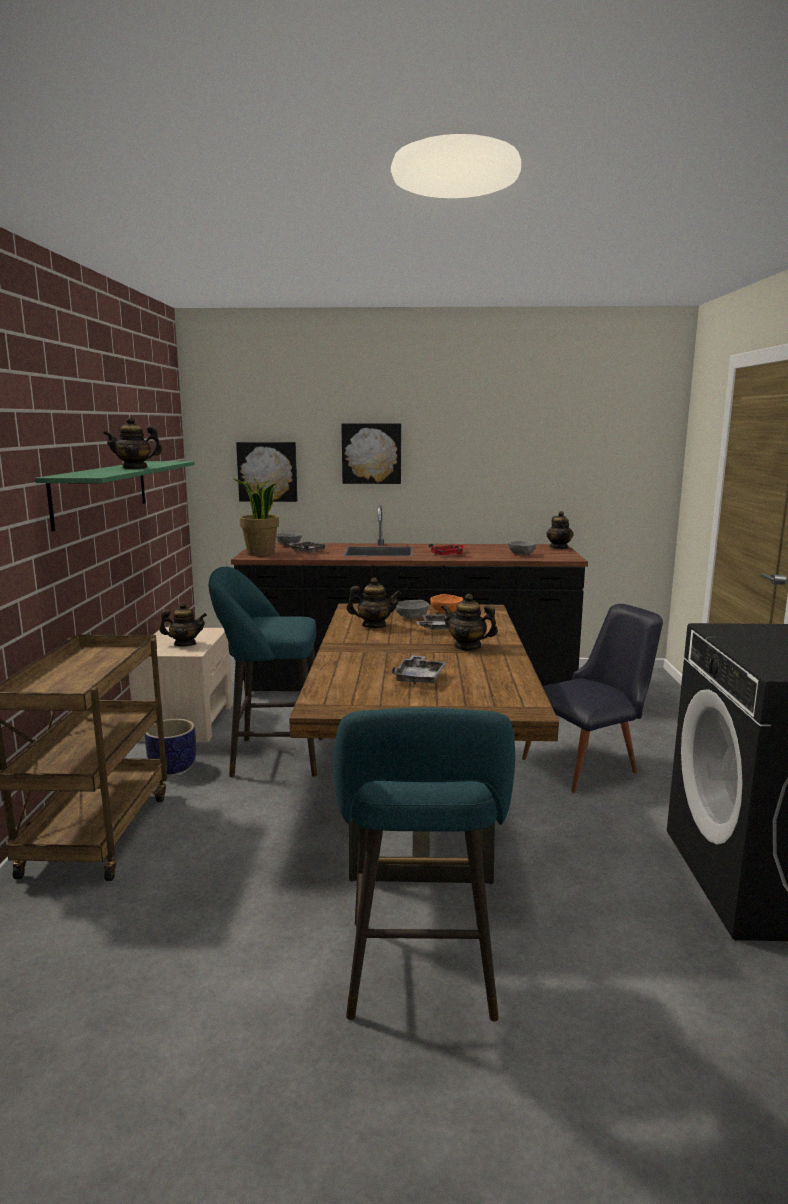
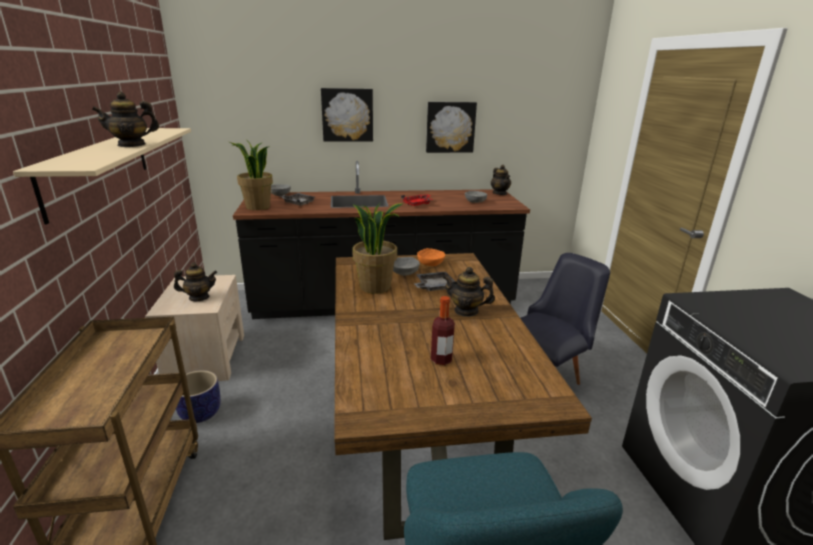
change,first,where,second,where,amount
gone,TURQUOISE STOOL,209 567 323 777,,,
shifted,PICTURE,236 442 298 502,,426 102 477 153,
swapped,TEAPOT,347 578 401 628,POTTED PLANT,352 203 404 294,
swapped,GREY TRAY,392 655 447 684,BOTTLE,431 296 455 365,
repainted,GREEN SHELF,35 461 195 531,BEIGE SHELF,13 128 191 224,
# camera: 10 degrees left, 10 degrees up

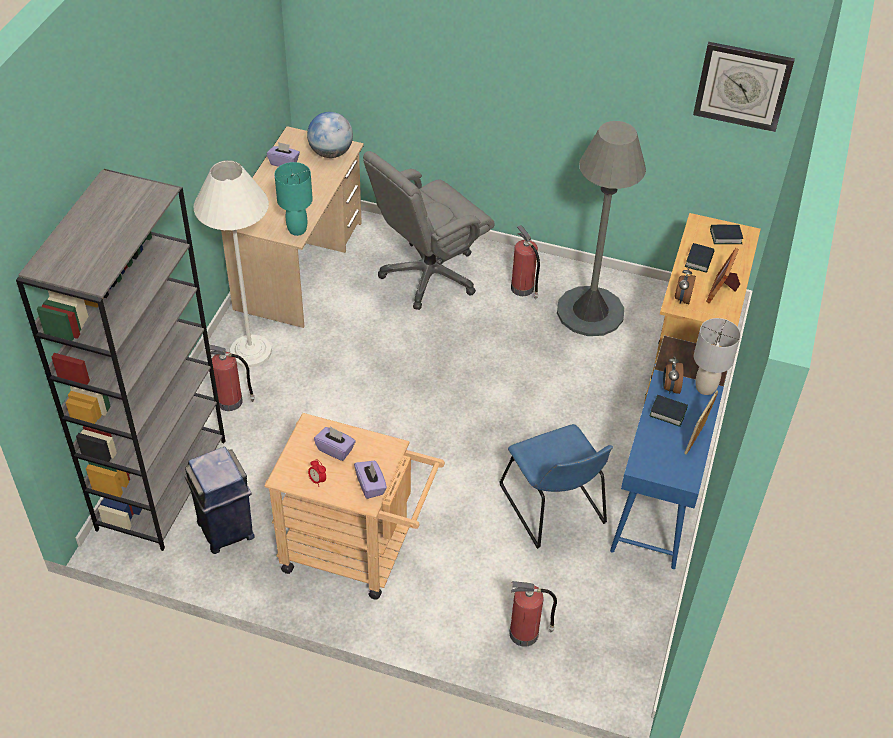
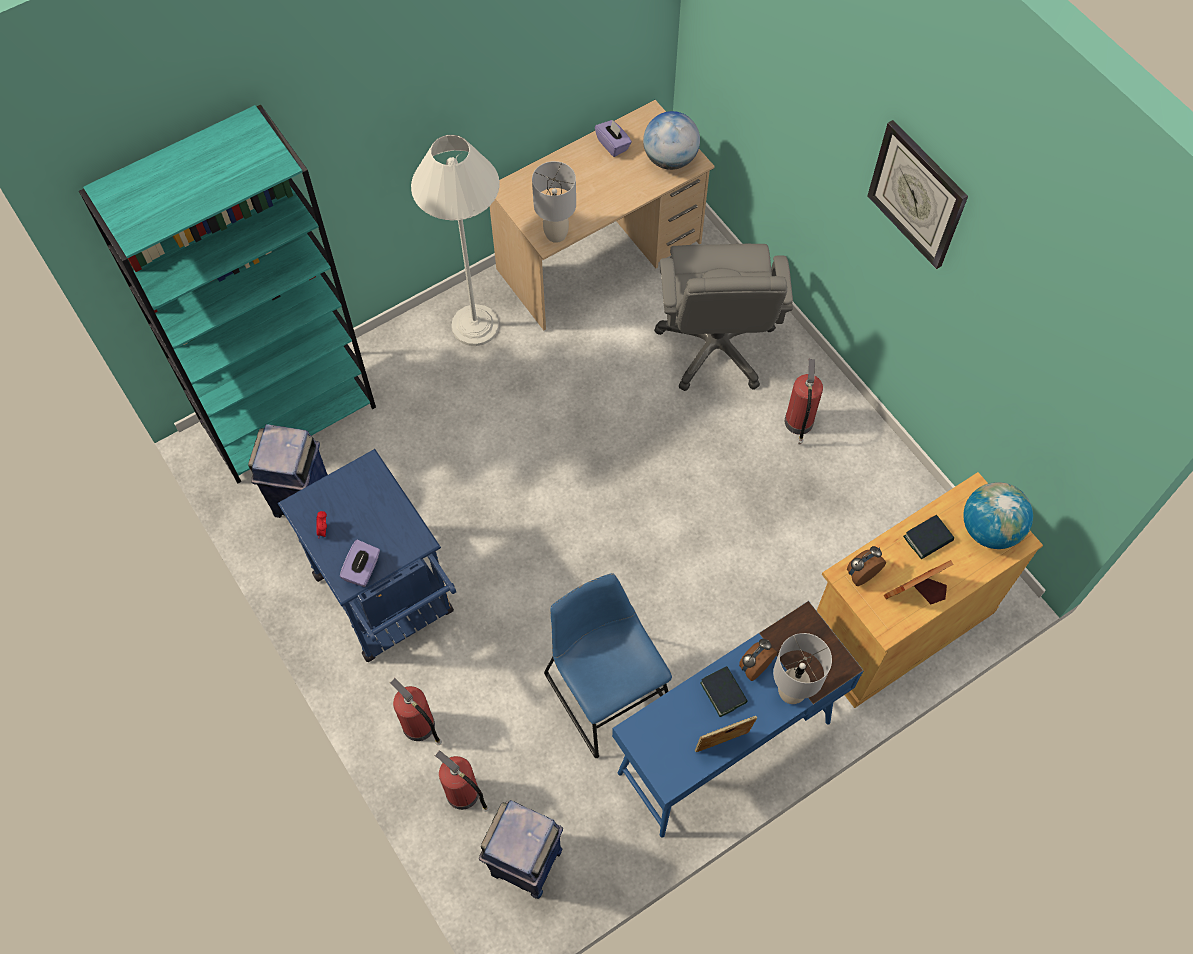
change,first,where,second,where,amount
gone,PURPLE TISSUE BOX,314 426 356 461,,,
gone,GREY FLOOR LAMP,557 121 646 336,,,
new,,,BLUE TRASH CAN,479 800 563 899,
shifted,FIRE EXTINGUISHER,209 345 255 411,,390 678 442 746,
shifted,WALL CLOCK,693 42 795 132,,867 120 968 269,
swapped,BOOK,710 225 743 244,GLOBE,963 482 1033 549,
repainted,GREY BOOKCASE,16 169 225 551,TURQUOISE BOOKCASE,79 105 376 483,
repainted,BEIGE CART,265 413 445 600,BLUE CART,278 449 456 662,
repainted,TURQUOISE TABLE LAMP,275 162 313 236,GREY TABLE LAMP,532 161 576 243,
rotated,GREY OFFICE CHAIR,363 151 495 310,,654 244 793 391,90 degrees counterclockwise
rotated,BLUE CHAIR,499 424 613 549,,544 573 672 758,135 degrees clockwise
# camera: 40 degrees right, 15 degrees up

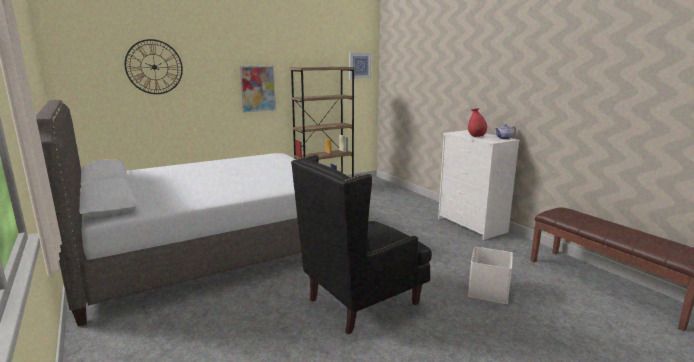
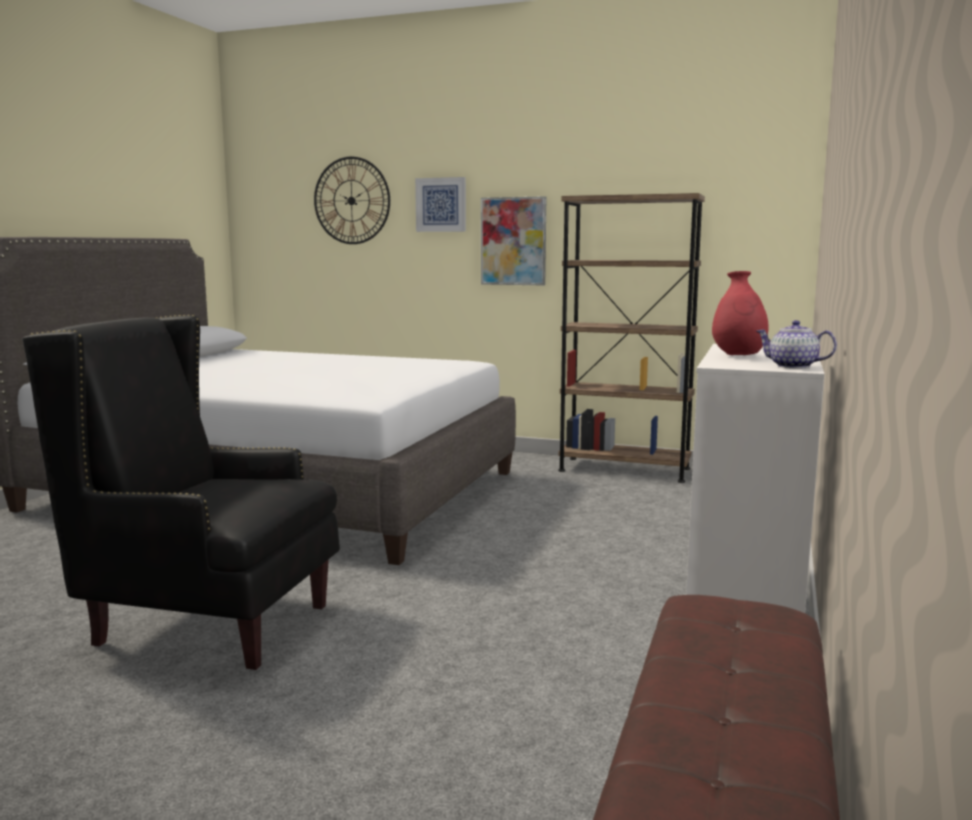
change,first,where,second,where,amount
gone,WHITE STORAGE BOX,468 247 513 304,,,
shifted,PICTURE,349 53 371 79,,415 177 466 232,
# camera: 50 degrees right, 5 degrees down

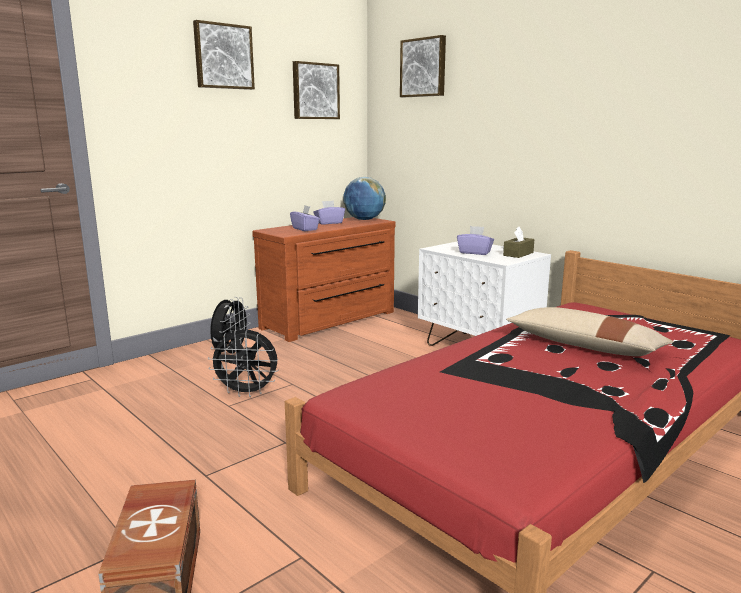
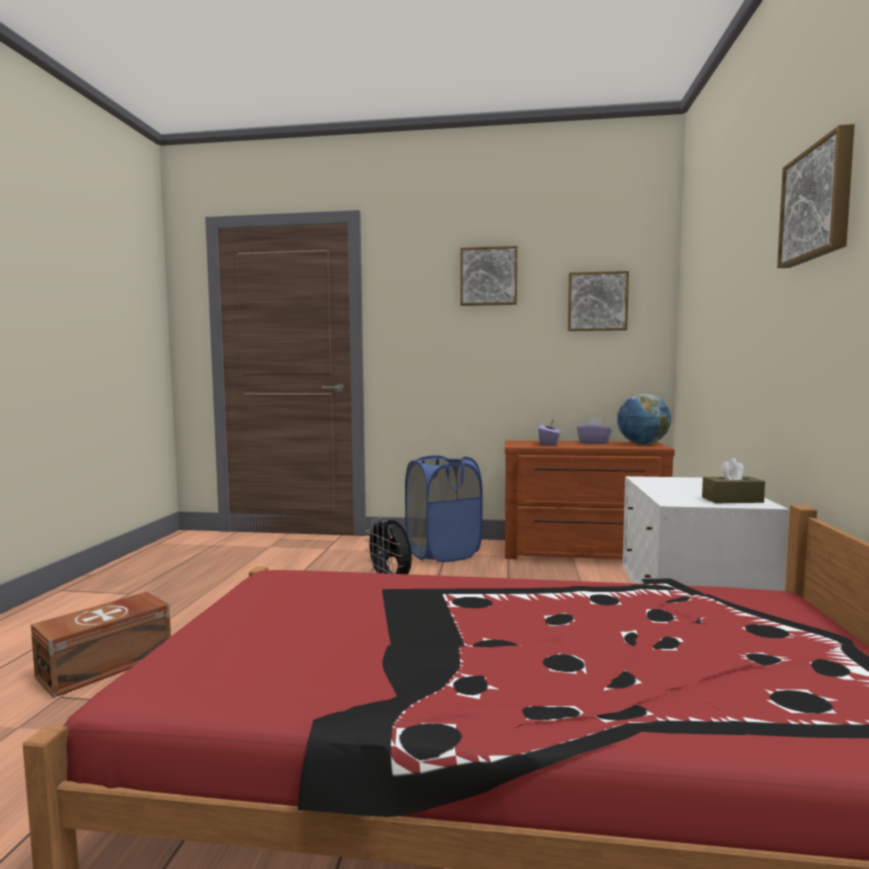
change,first,where,second,where,amount
gone,PURPLE TISSUE BOX,457 226 494 255,,,
gone,BEIGE PILLOW,506 307 673 356,,,
shifted,PICTURE,400 35 446 97,,777 124 855 268,
swapped,BLACK FAN,210 297 251 355,BLUE LAUNDRY BASKET,405 455 483 562,
# camera: 50 degrees right, 10 degrees down

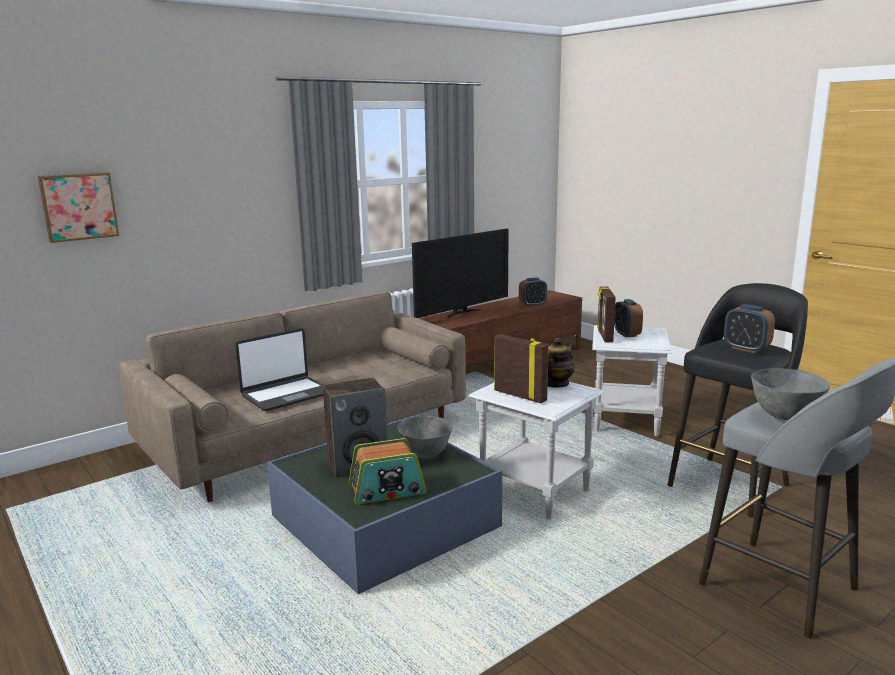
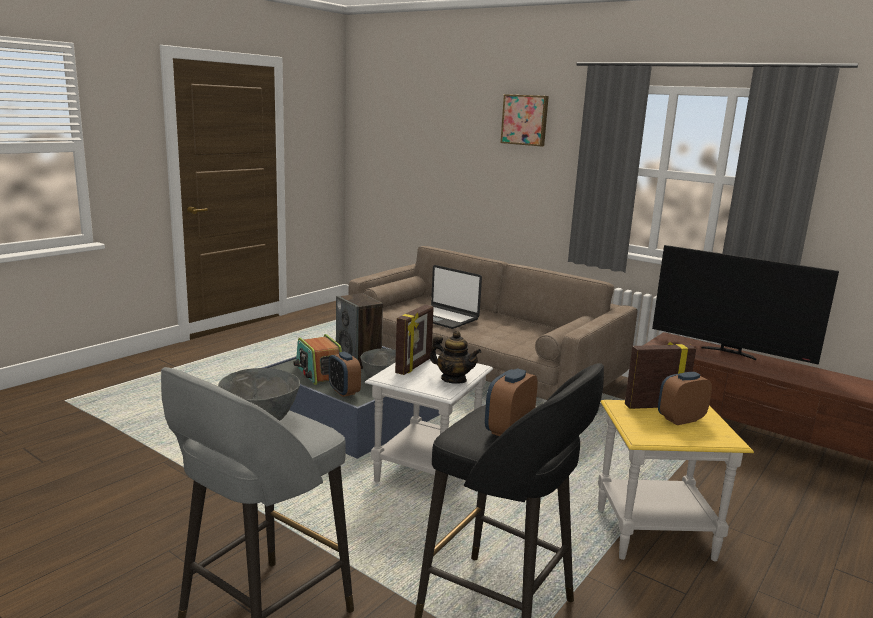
change,first,where,second,where,amount
shifted,PICTURE,38 172 119 243,,500 94 549 146,
shifted,ALARM CLOCK,519 277 547 307,,329 352 361 397,
repainted,WHITE SIDE TABLE,592 325 672 436,YELLOW SIDE TABLE,598 400 754 561,
# camera: 75 degrees right, 0 degrees up

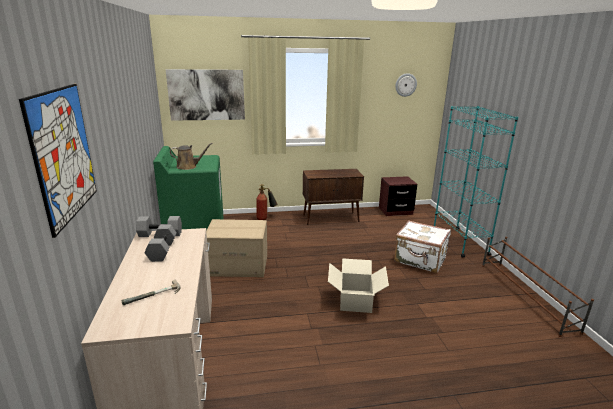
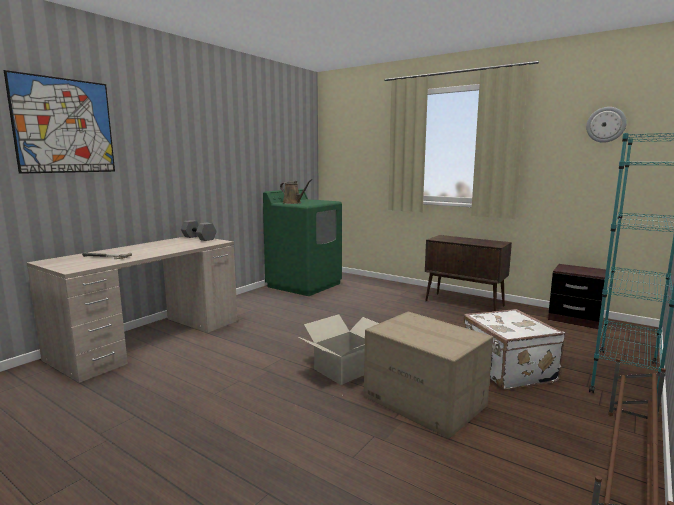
change,first,where,second,where,amount
gone,GREY DUMBBELL,144 224 177 262,,,
gone,PICTURE,166 69 245 121,,,
gone,FIRE EXTINGUISHER,256 184 277 220,,,
shifted,CARDBOARD BOX,206 219 267 277,,364 311 493 439,
# camera: 45 degrees right, 10 degrees down

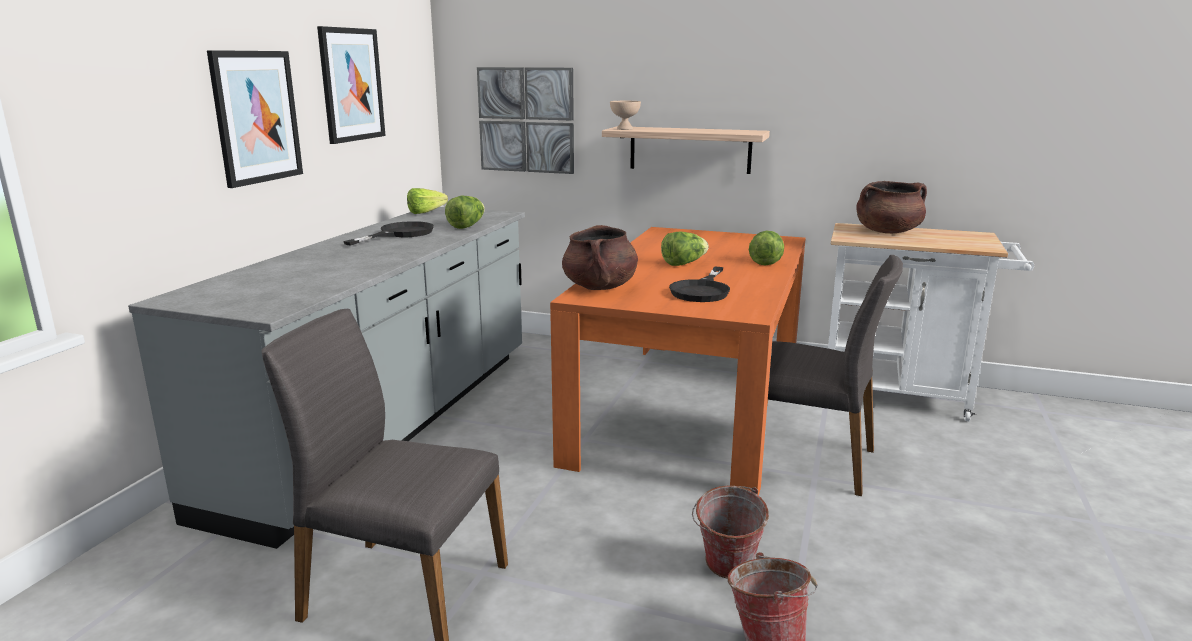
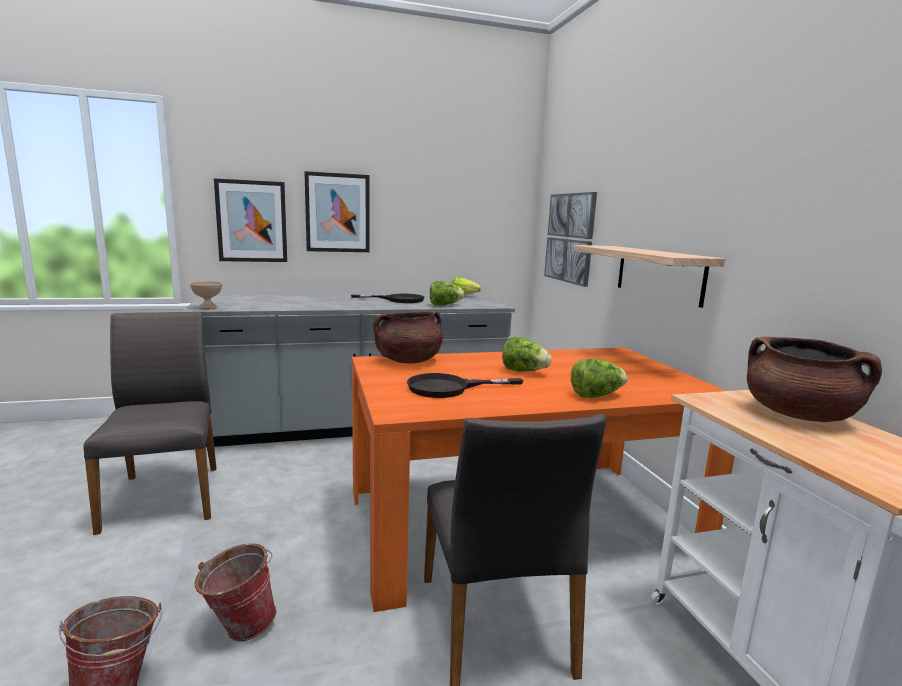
change,first,where,second,where,amount
shifted,PICTURE,317 26 386 144,,214 178 287 262,
shifted,BEIGE BOWL,610 101 641 130,,190 281 222 309,
# camera: 55 degrees right, 5 degrees down

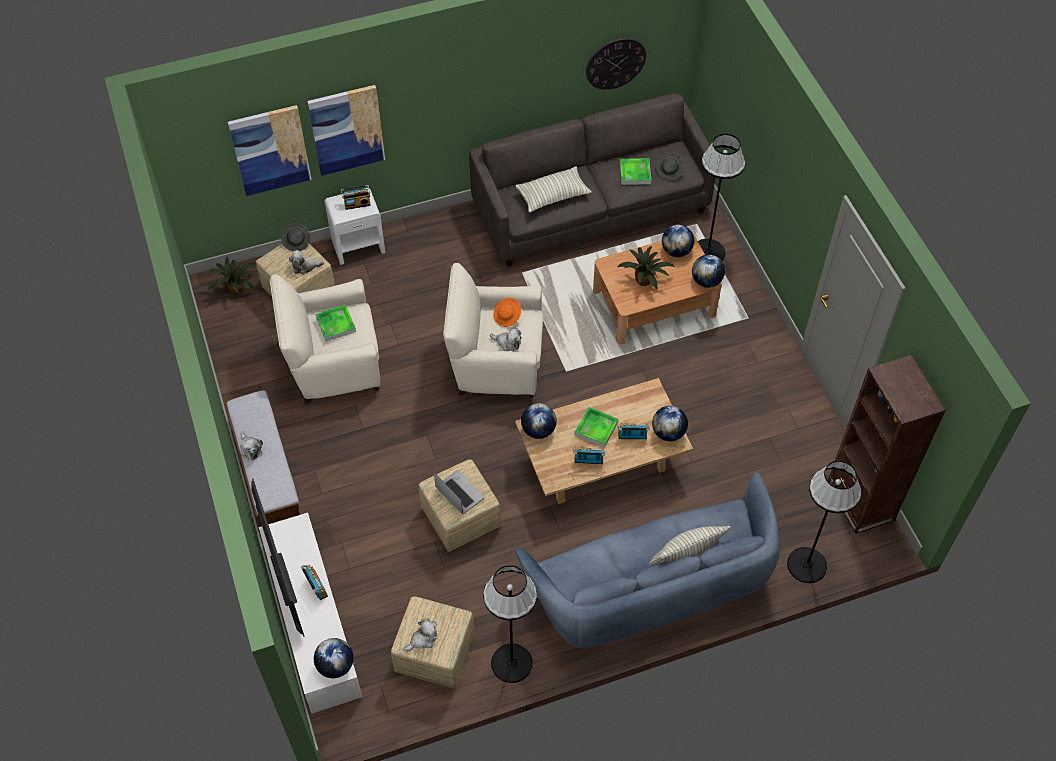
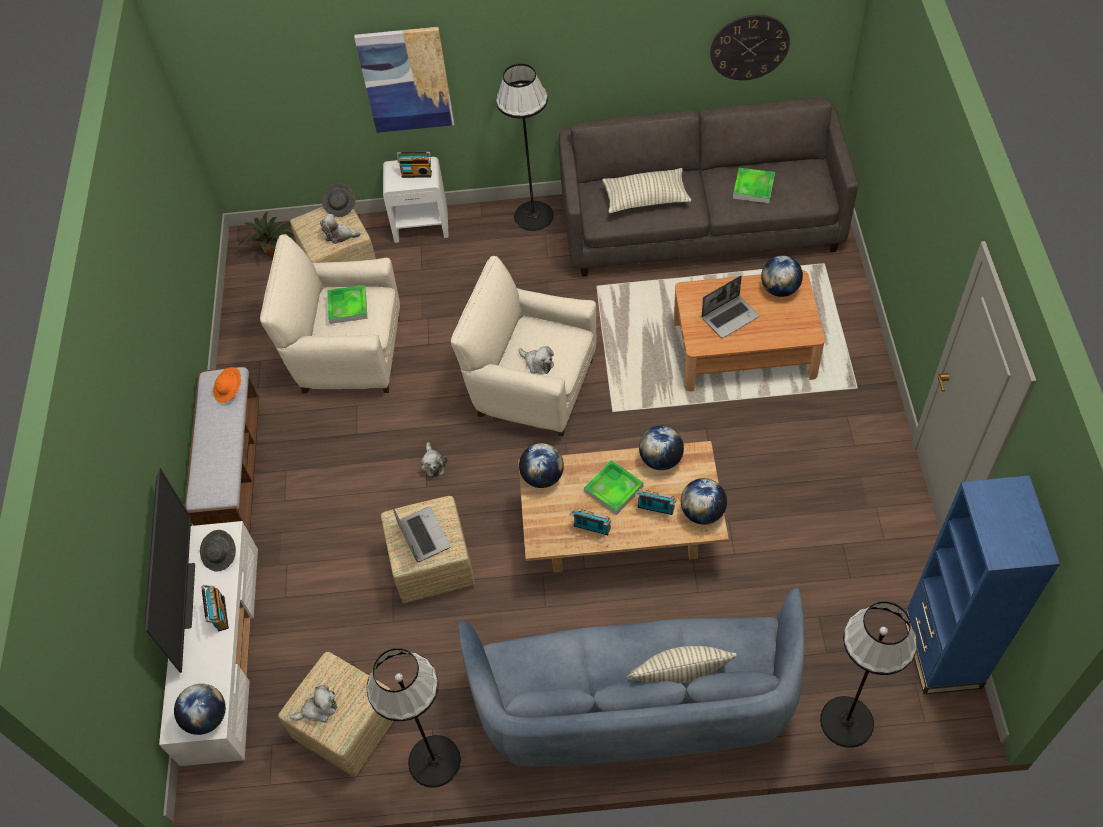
change,first,where,second,where,amount
gone,PICTURE,228 105 311 196,,,
shifted,PLUSH TOY,240 431 263 460,,421 442 447 478,
shifted,ORANGE HAT,494 298 521 327,,213 367 241 403,
shifted,GREY HAT,656 152 684 181,,200 530 236 571,
shifted,GLOBE,692 255 725 288,,639 426 684 470,
shifted,BLACK FLOOR LAMP,698 134 746 261,,496 64 554 231,
swapped,POTTED PLANT,618 246 675 289,LAPTOP,702 276 759 338,
repainted,BROWN BOOKCASE,828 355 946 534,BLUE BOOKCASE,905 475 1060 694,
# camera: 20 degrees right, 0 degrees up

